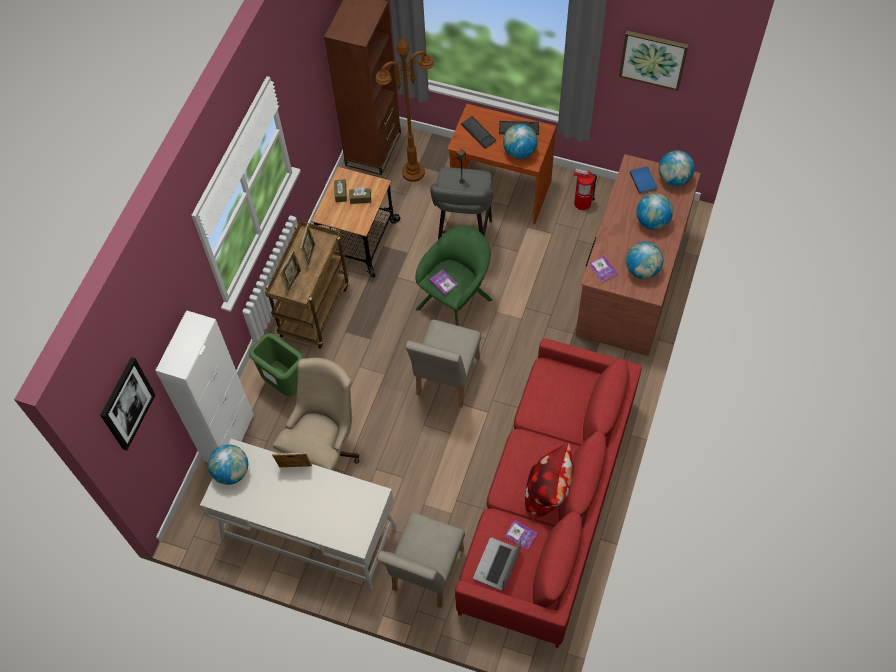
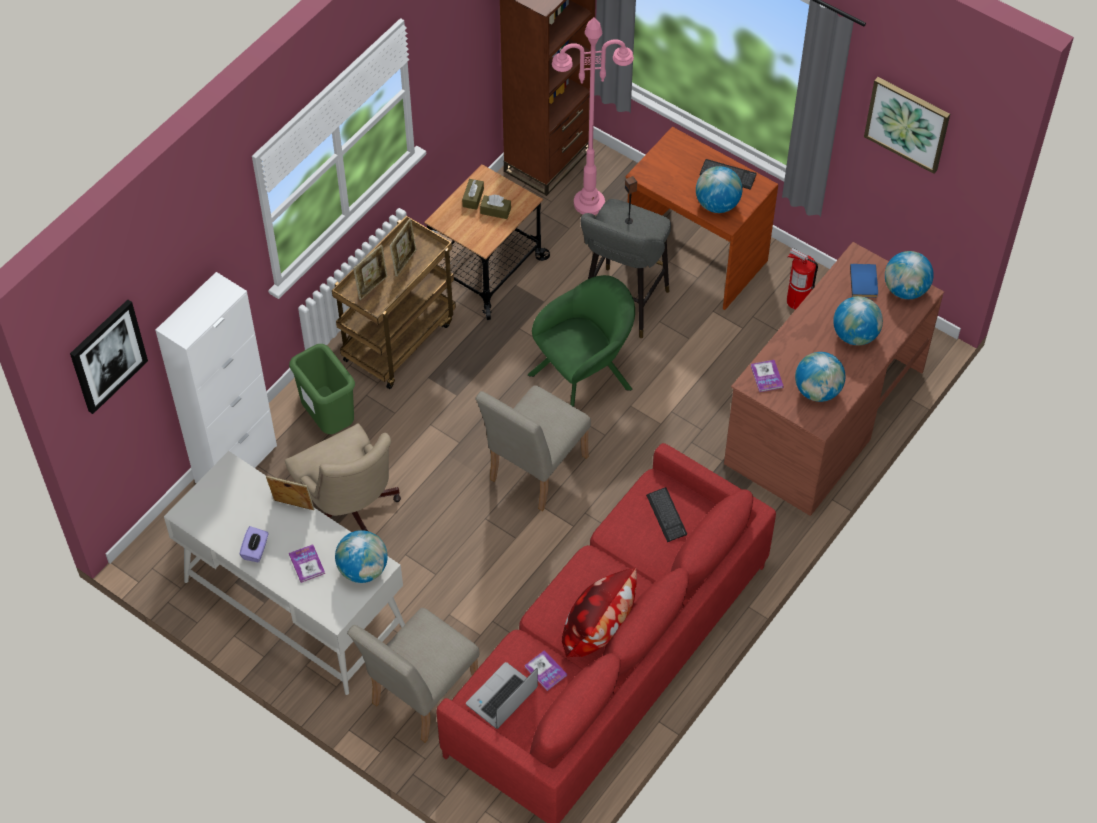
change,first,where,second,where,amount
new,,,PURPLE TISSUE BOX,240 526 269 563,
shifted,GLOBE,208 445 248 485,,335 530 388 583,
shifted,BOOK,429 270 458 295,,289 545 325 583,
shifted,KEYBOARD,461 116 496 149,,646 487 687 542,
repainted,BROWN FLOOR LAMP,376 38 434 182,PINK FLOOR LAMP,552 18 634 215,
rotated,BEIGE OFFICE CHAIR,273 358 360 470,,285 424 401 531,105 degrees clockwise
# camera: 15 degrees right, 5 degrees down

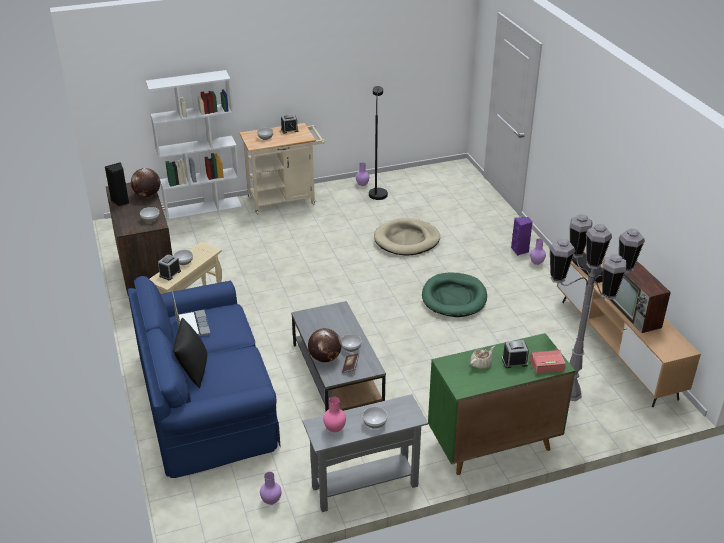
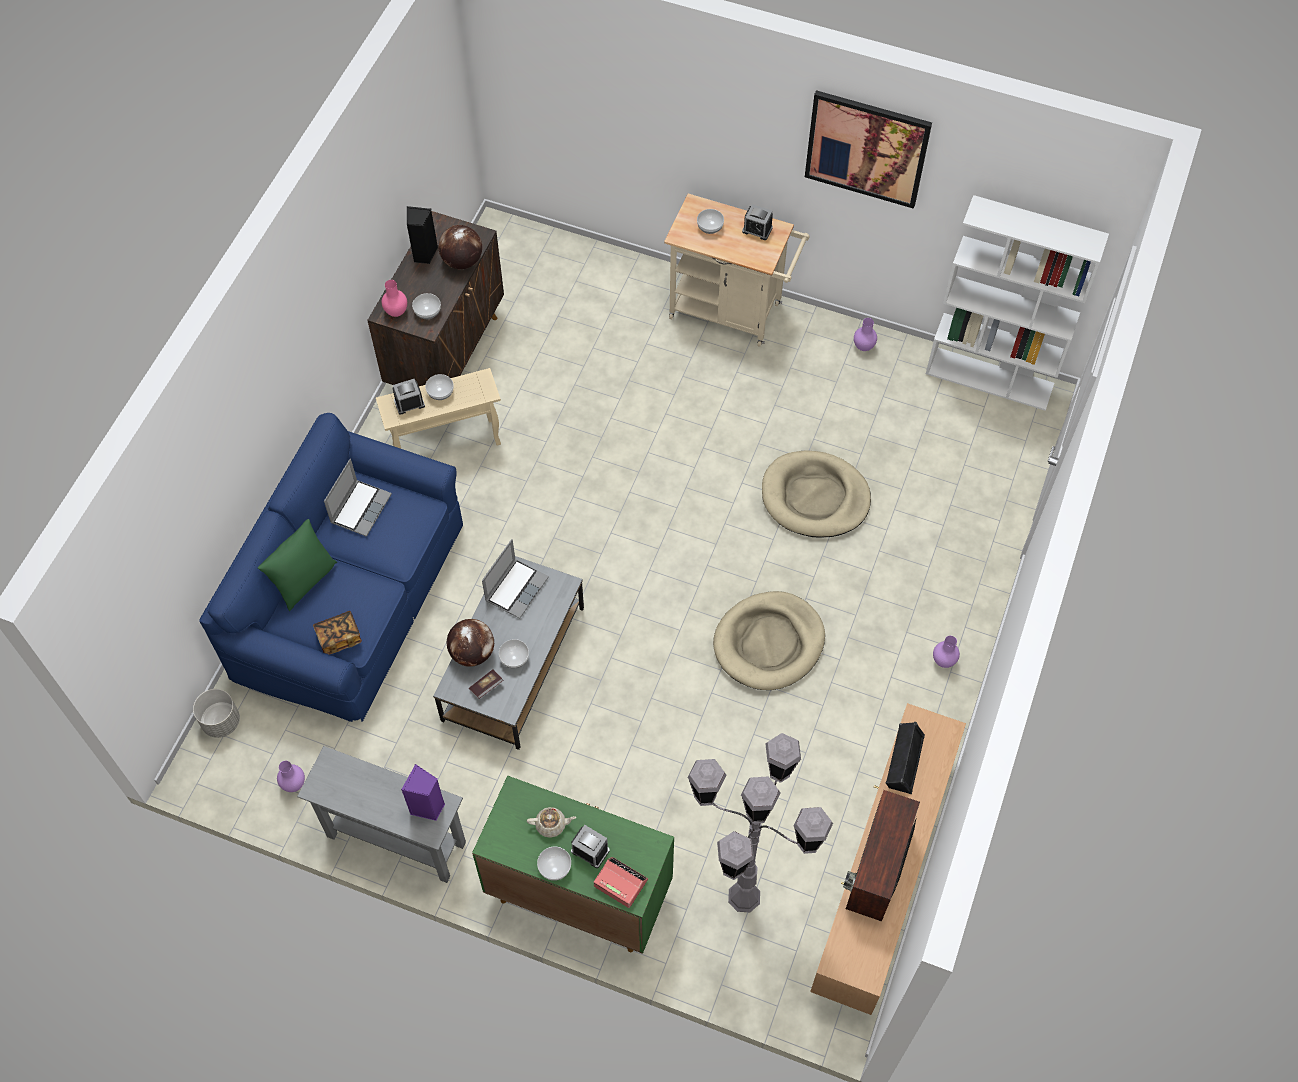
change,first,where,second,where,amount
gone,BLACK FLOOR LAMP,369 86 388 200,,,
new,,,GREY PLANTER,193 689 240 738,
new,,,BOOK,313 611 362 655,
new,,,LAPTOP,482 539 549 619,
new,,,PICTURE,805 90 932 209,
shifted,WHITE BOOKCASE,146 70 242 220,,926 195 1109 411,
shifted,PINK VASE,323 397 346 432,,382 280 407 317,
shifted,BOWL,363 407 388 429,,537 846 571 881,
shifted,PURPLE SPEAKER,511 217 533 256,,401 764 445 821,
repainted,BLACK PILLOW,173 318 207 388,GREEN PILLOW,258 519 337 611,
repainted,GREEN DOG BED,422 272 487 317,BEIGE DOG BED,713 591 825 690,
# camera: 40 degrees right, 25 degrees up

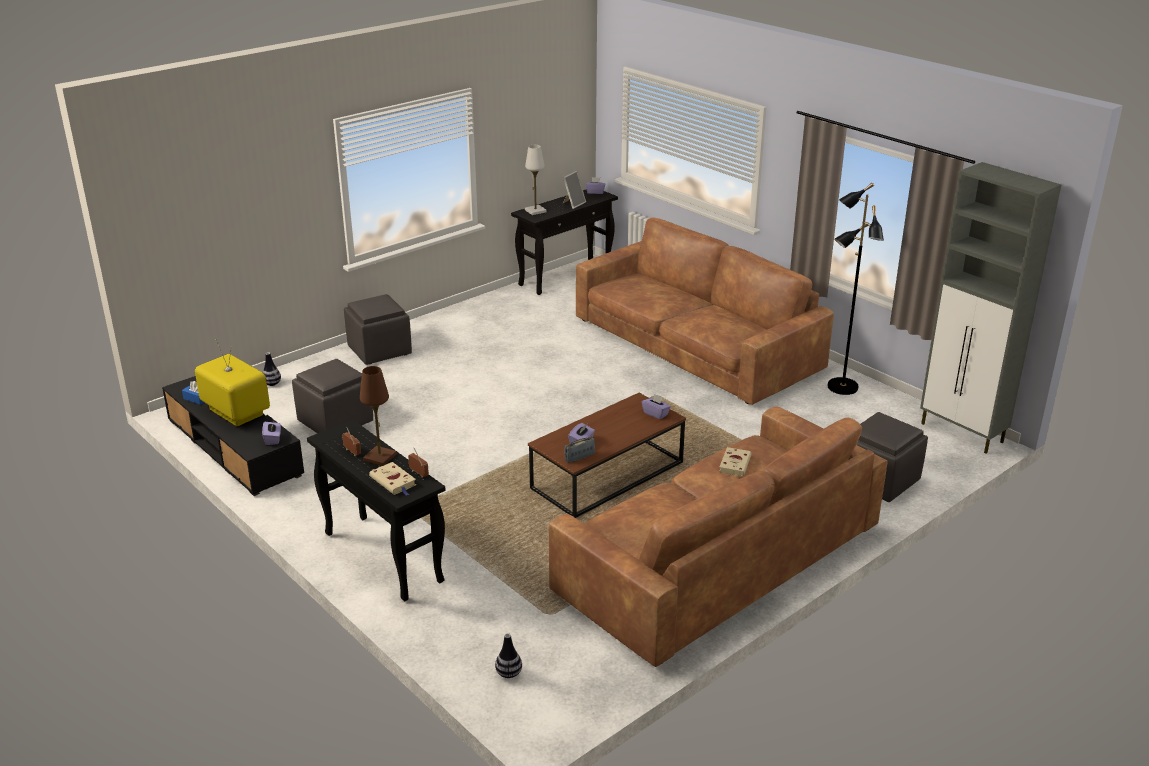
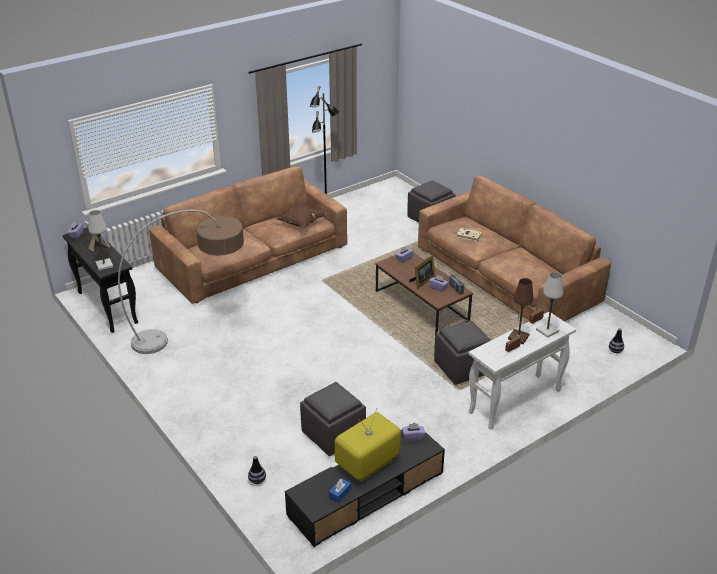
change,first,where,second,where,amount
gone,GREY CABINET,920 162 1062 454,,,
new,,,FLOOR LAMP,118 210 244 354,
new,,,BROWN PILLOW,275 203 327 229,
new,,,PICTURE FRAME,409 255 435 289,
shifted,GREY OTTOMAN,344 294 412 365,,434 320 491 385,
swapped,BEIGE BOOK,369 462 416 496,WHITE TABLE LAMP,536 272 563 338,
repainted,BLACK CONSOLE TABLE,307 420 446 601,WHITE CONSOLE TABLE,468 312 576 430,
# camera: 85 degrees left, 5 degrees up

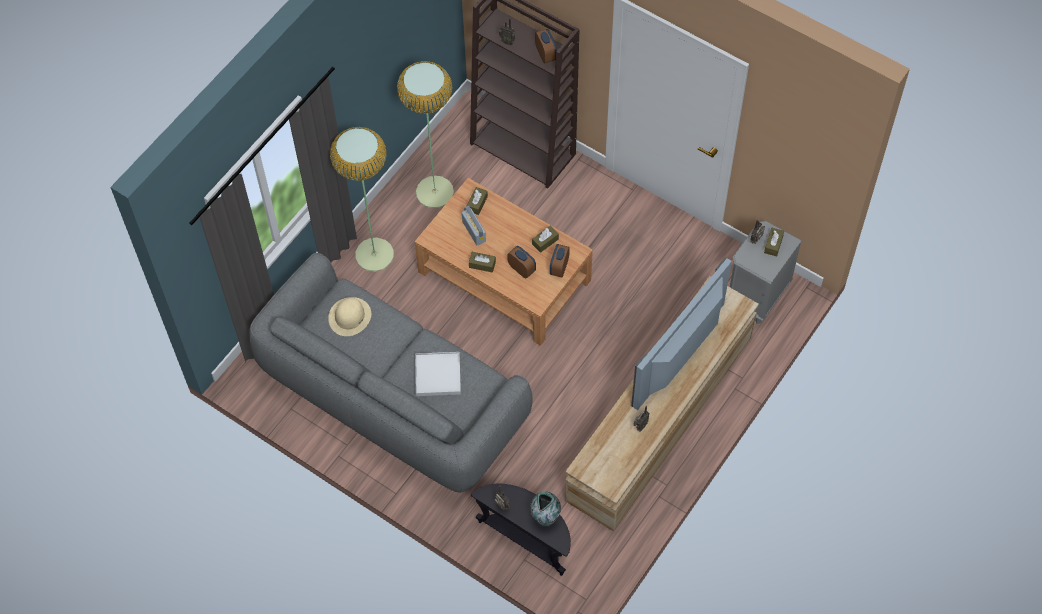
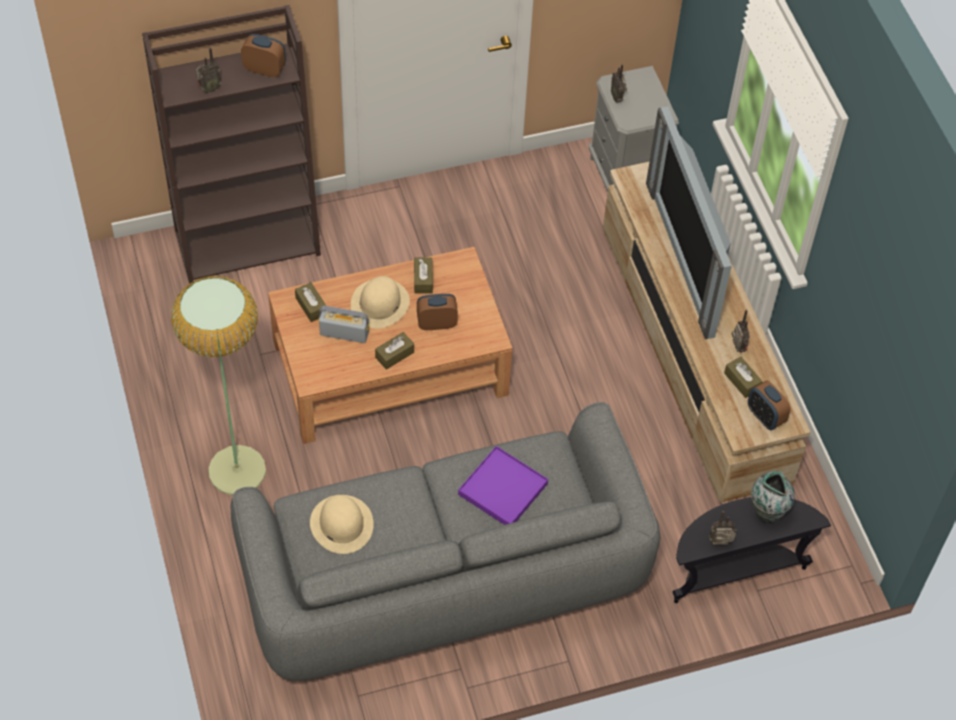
change,first,where,second,where,amount
gone,FLOOR LAMP,397 61 454 208,,,
new,,,BEIGE HAT,351 276 410 328,
shifted,ALARM CLOCK,550 244 570 278,,748 381 791 430,
shifted,BROWN TISSUE BOX,764 228 784 257,,724 357 763 398,
repainted,WHITE TRAY,415 352 461 396,PURPLE TRAY,458 446 548 525,
# camera: 55 degrees left, 5 degrees down

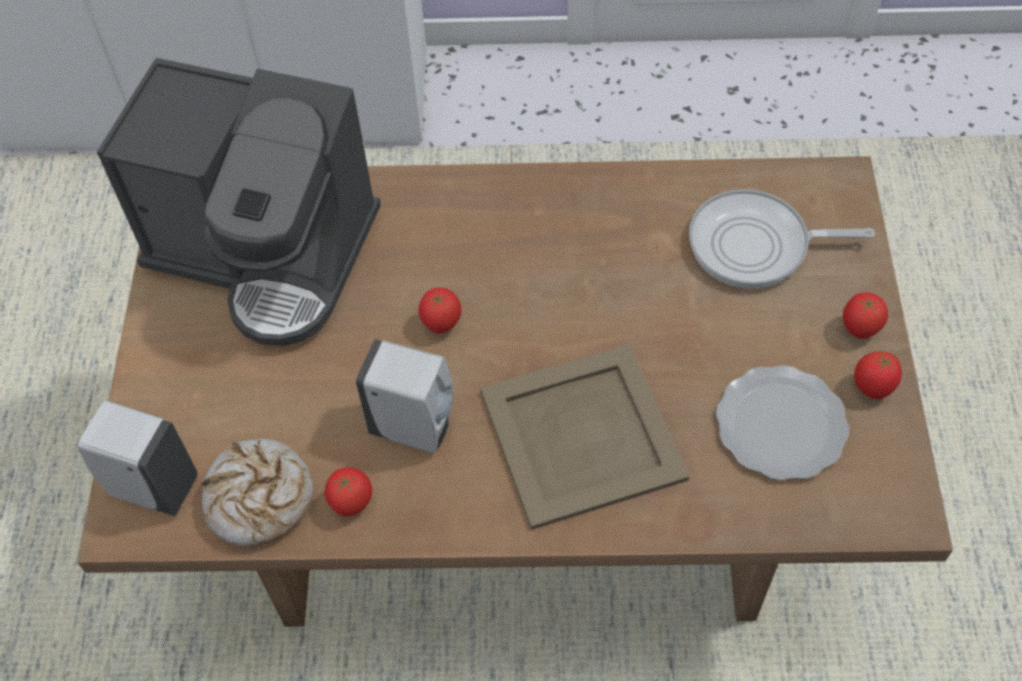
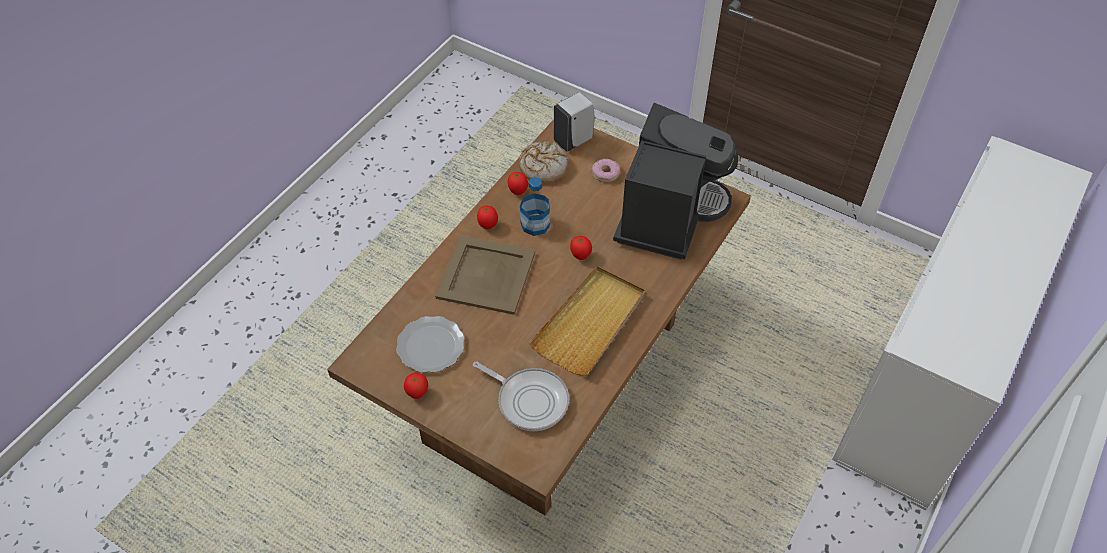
change,first,where,second,where,amount
new,,,BEIGE TRAY,529 266 645 376,
new,,,DONUT,592 159 620 182,
shifted,TOMATO,843 292 888 339,,477 206 498 229,
swapped,WHITE SOAP DISPENSER,356 339 454 454,BOTTLE,520 177 550 236,
rotated,COFFEE MACHINE,97 58 381 346,,613 103 738 259,150 degrees clockwise
rotated,FRYING PAN,689 189 875 289,,473 361 569 431,90 degrees clockwise
# camera: 120 degrees right, 5 degrees down

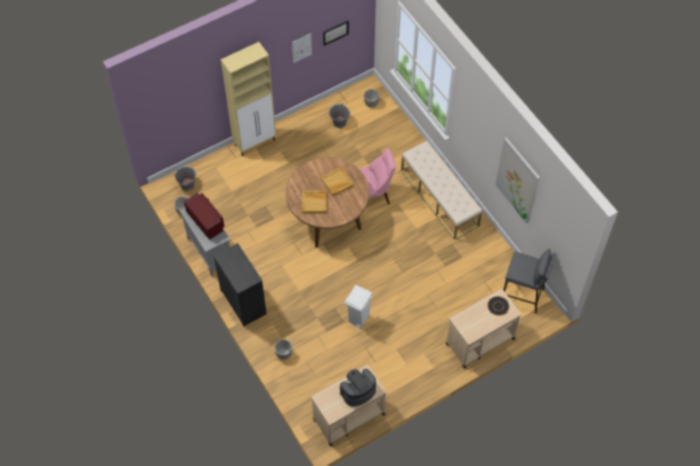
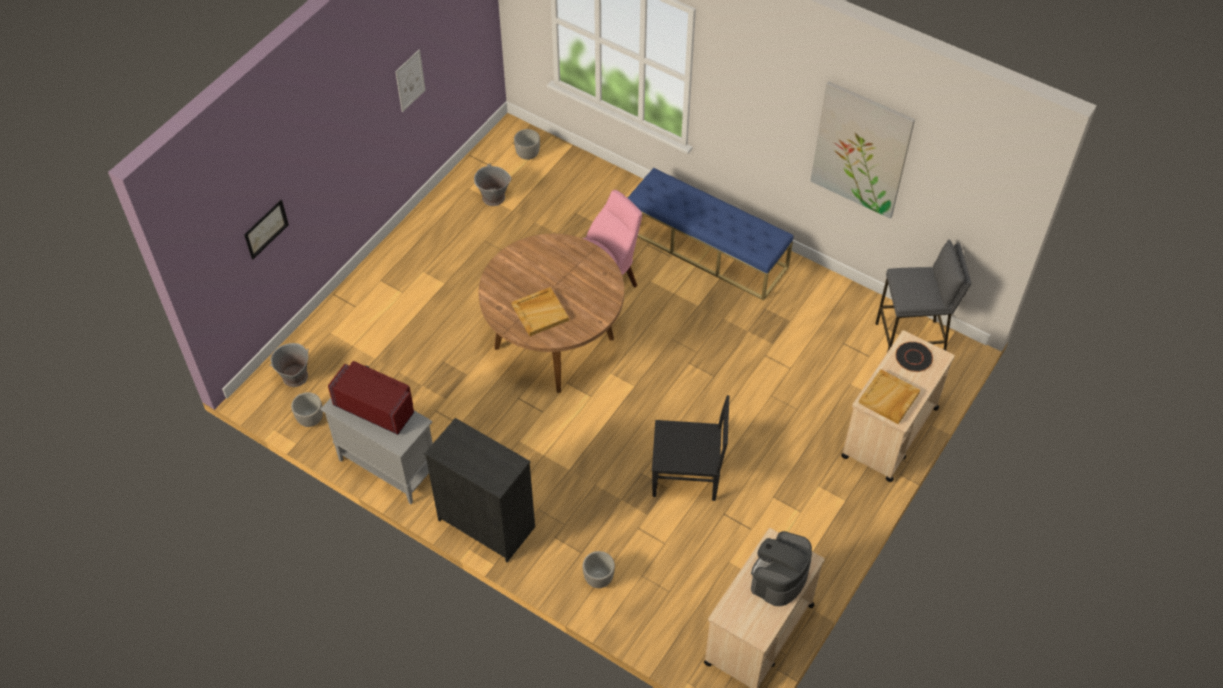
change,first,where,second,where,amount
gone,BEIGE CABINET,221 42 276 156,,,
shifted,BEIGE TRAY,321 167 354 196,,859 369 920 424,
shifted,PICTURE,323 21 349 46,,244 200 289 259,
swapped,WHITE TRASH CAN,344 285 373 329,BLACK CHAIR,652 395 729 501,
repainted,BEIGE BENCH,401 141 482 240,BLUE BENCH,628 168 793 301,
# camera: 25 degrees left, 5 degrees down

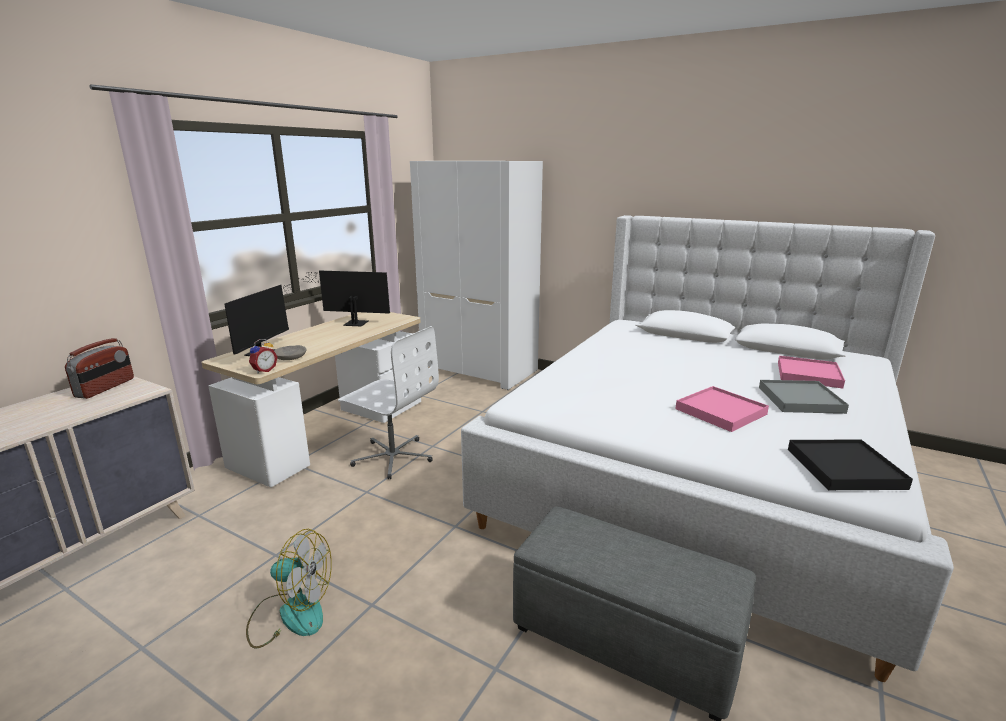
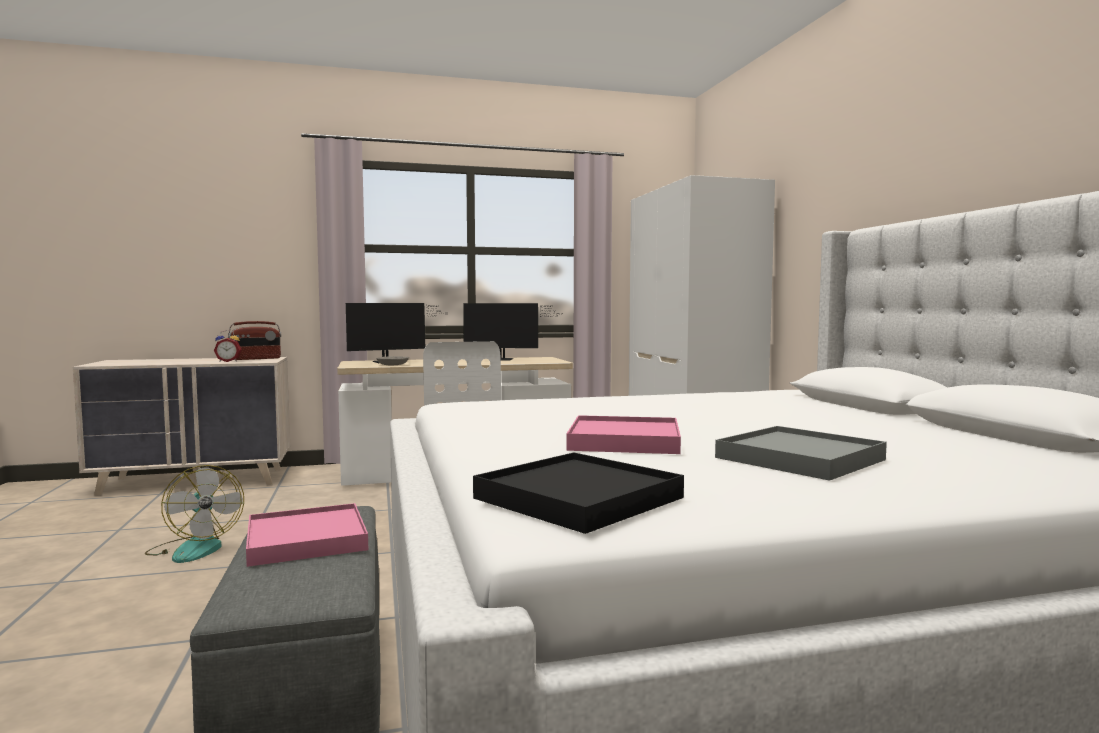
change,first,where,second,where,amount
shifted,ALARM CLOCK,249 339 277 374,,214 330 242 362,
shifted,PINK TRAY,778 356 845 388,,246 503 368 567,
rotated,MONITOR,301 271 390 327,,463 303 563 361,135 degrees clockwise
# camera: 45 degrees right, 15 degrees down

